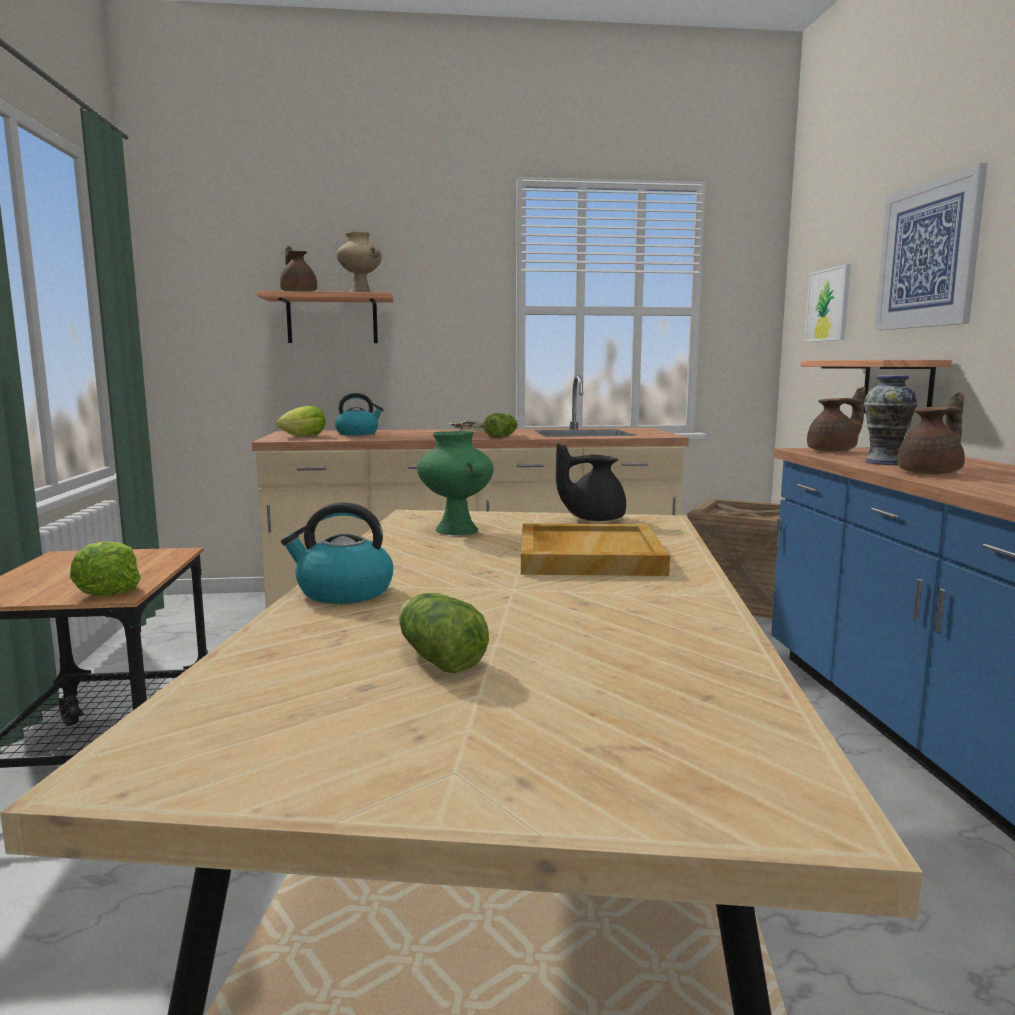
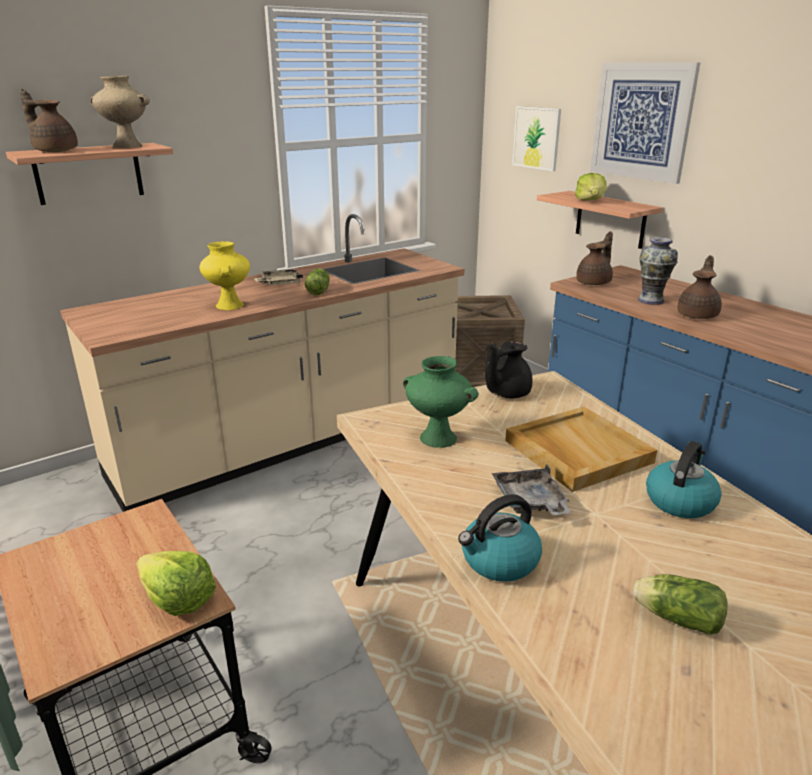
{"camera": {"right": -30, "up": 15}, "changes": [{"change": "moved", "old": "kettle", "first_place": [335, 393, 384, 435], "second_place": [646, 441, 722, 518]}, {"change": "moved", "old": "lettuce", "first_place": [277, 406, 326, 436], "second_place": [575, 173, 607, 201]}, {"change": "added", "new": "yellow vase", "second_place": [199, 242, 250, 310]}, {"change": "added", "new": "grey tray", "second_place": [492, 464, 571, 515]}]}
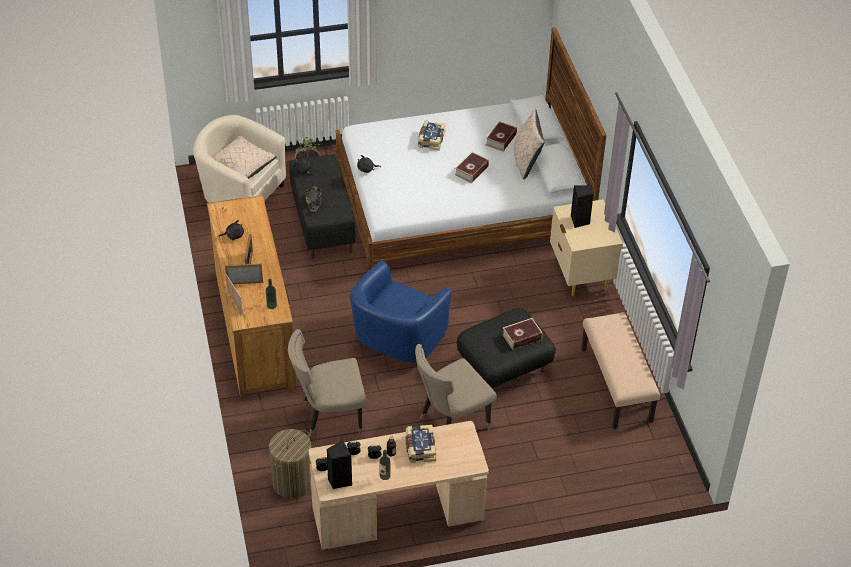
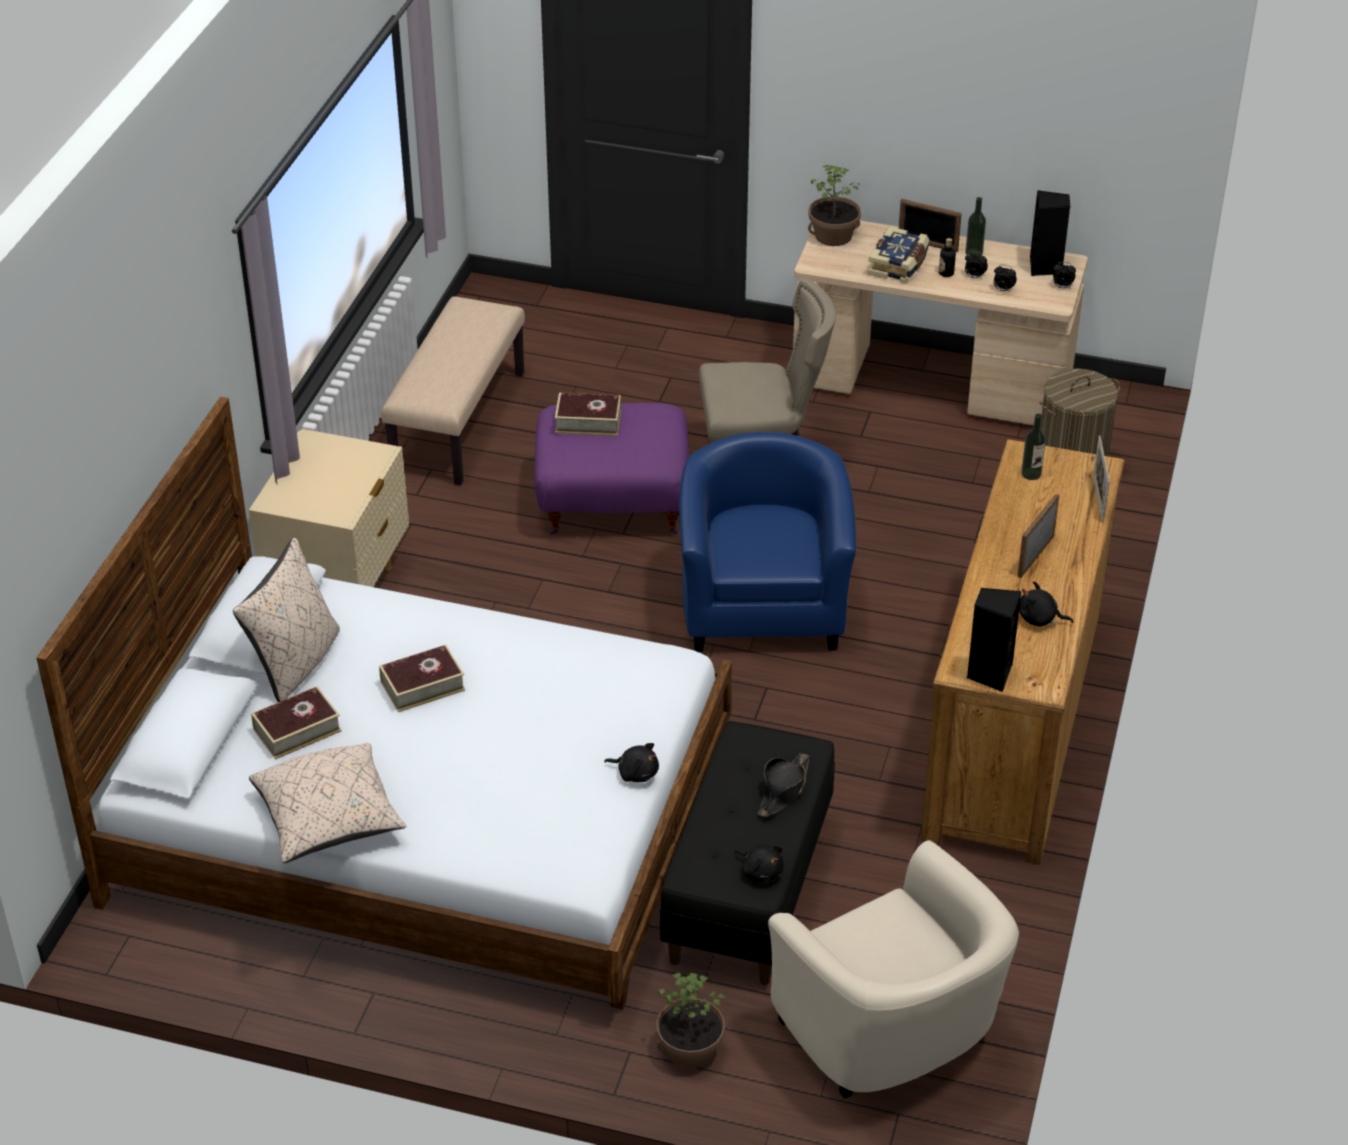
{"camera": {"right": -150, "up": -5}, "changes": [{"change": "removed", "old": "book", "first_place": [418, 121, 446, 151]}, {"change": "moved", "old": "beige pillow", "first_place": [210, 135, 277, 179], "second_place": [249, 743, 406, 863]}, {"change": "moved", "old": "black speaker", "first_place": [571, 185, 594, 228], "second_place": [967, 588, 1021, 692]}, {"change": "turned", "old": "blue armchair", "first_place": [350, 260, 452, 364], "second_place": [679, 432, 856, 652], "degrees": -60}, {"change": "moved", "old": "picture frame", "first_place": [225, 264, 263, 284], "second_place": [899, 199, 962, 252]}, {"change": "recoloured", "old": "black ottoman", "new": "purple ottoman", "first_place": [457, 308, 556, 389], "second_place": [534, 403, 689, 535]}, {"change": "removed", "old": "beige chair", "first_place": [288, 329, 367, 437]}, {"change": "added", "new": "potted plant", "second_place": [808, 165, 861, 246]}]}
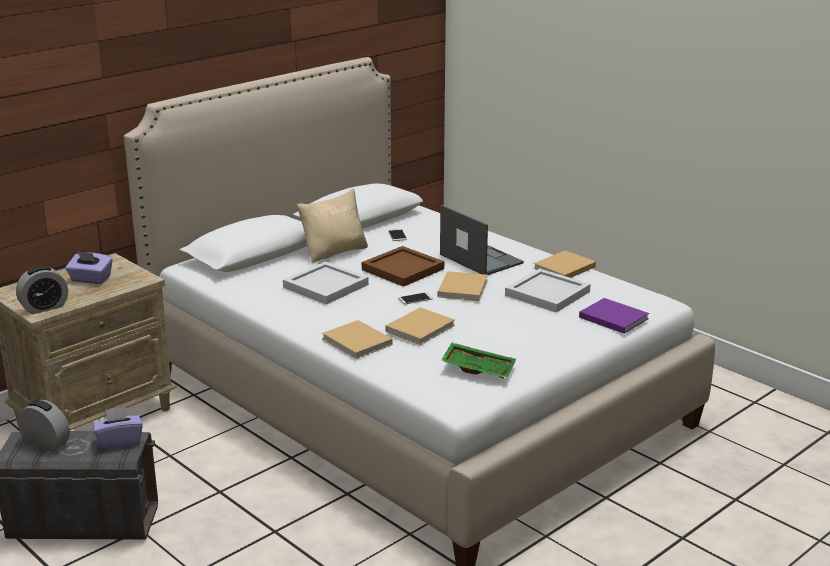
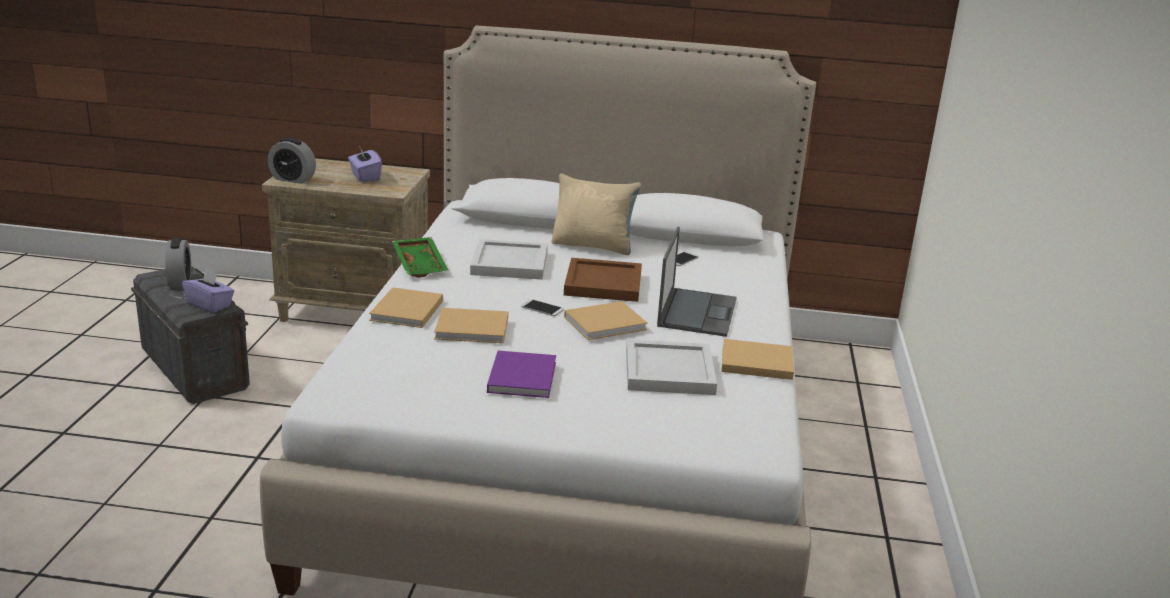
{"camera": {"right": 50, "up": 0}, "changes": [{"change": "moved", "old": "purple book", "first_place": [579, 298, 649, 334], "second_place": [487, 351, 556, 398]}, {"change": "moved", "old": "green tray", "first_place": [441, 342, 516, 378], "second_place": [392, 237, 448, 278]}]}
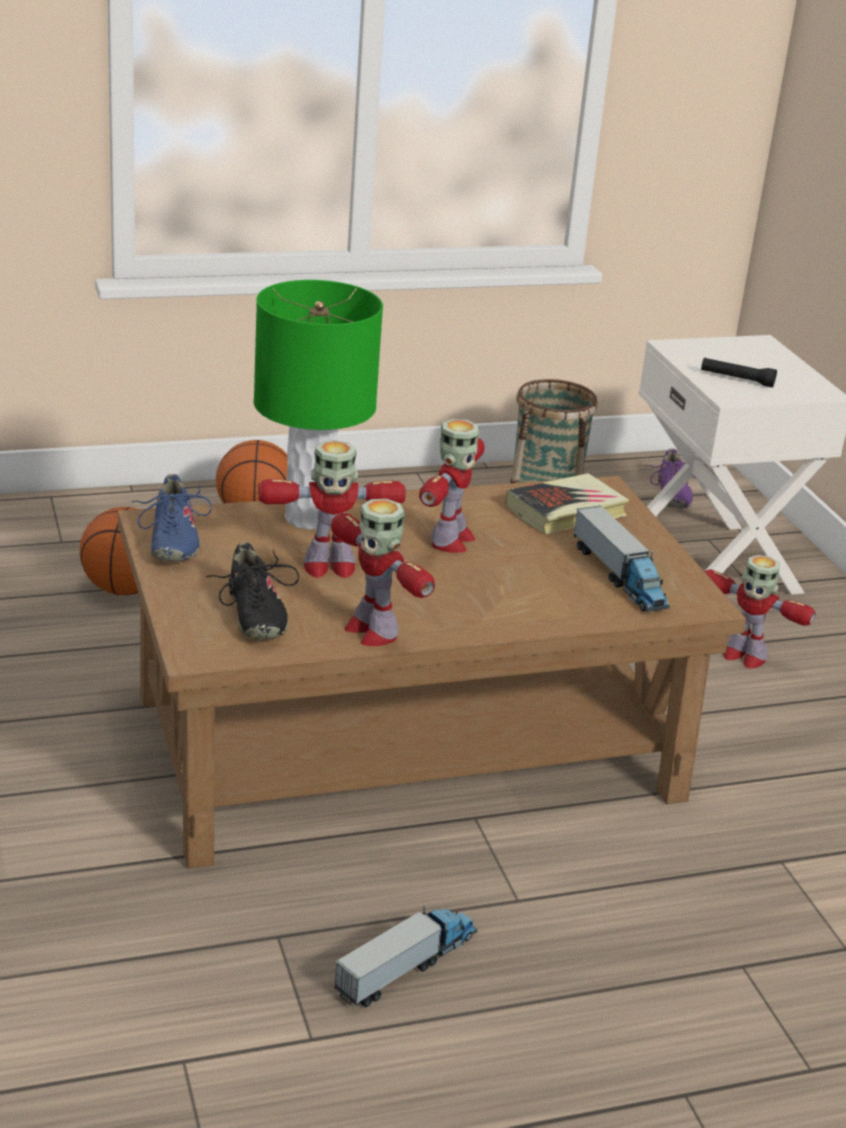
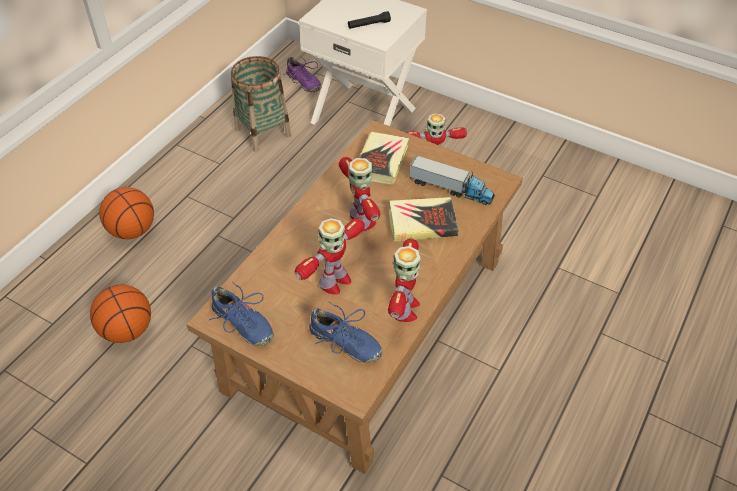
{"camera": {"right": -40, "up": 20}, "changes": [{"change": "removed", "old": "green table lamp", "first_place": [254, 280, 383, 530]}, {"change": "turned", "old": "toy robot", "first_place": [331, 499, 435, 646], "second_place": [388, 238, 421, 322], "degrees": -90}, {"change": "recoloured", "old": "black shoe", "new": "blue shoe", "first_place": [207, 542, 299, 639], "second_place": [309, 302, 383, 363]}, {"change": "removed", "old": "toy truck", "first_place": [334, 906, 478, 1007]}, {"change": "added", "new": "book", "second_place": [389, 197, 459, 242]}]}
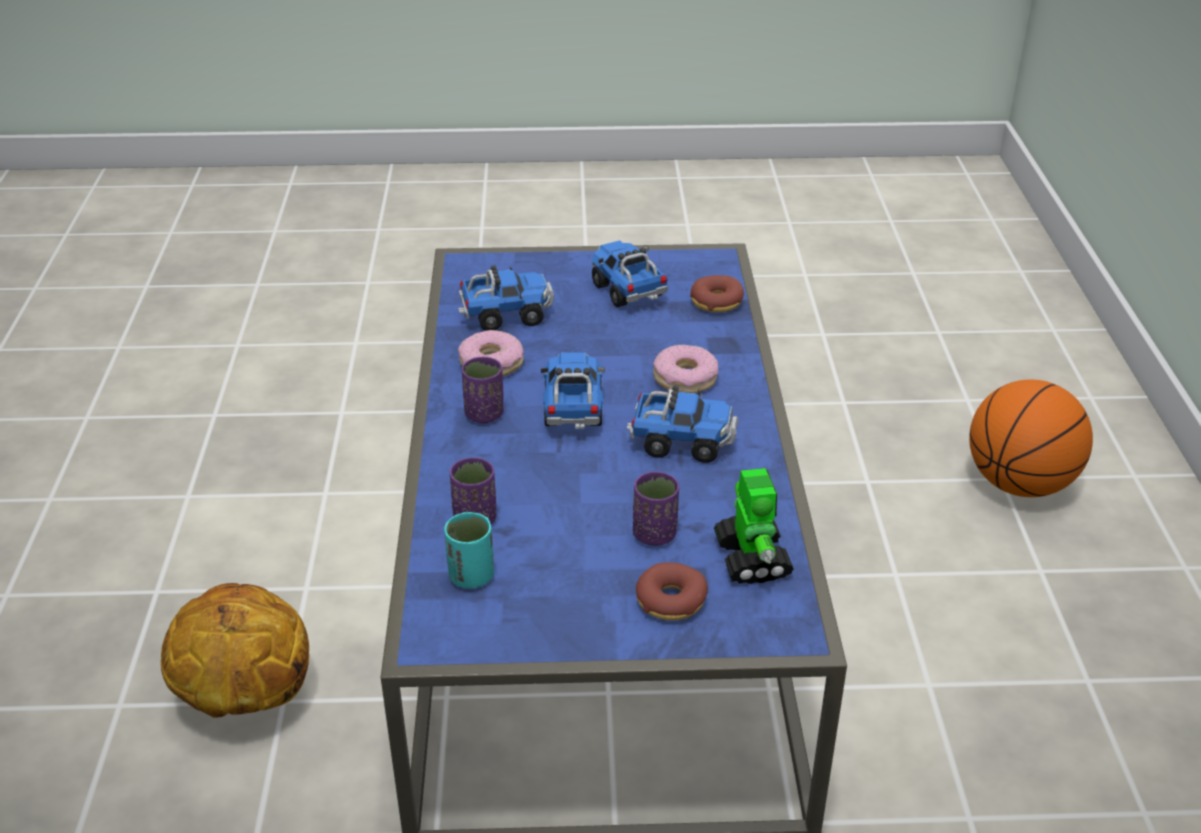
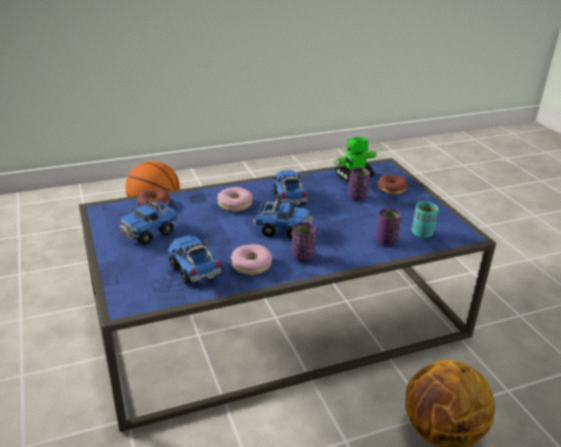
{"camera": {"right": -110, "up": -5}, "changes": [{"change": "turned", "old": "toy truck", "first_place": [541, 352, 605, 429], "second_place": [253, 199, 313, 239], "degrees": -150}]}
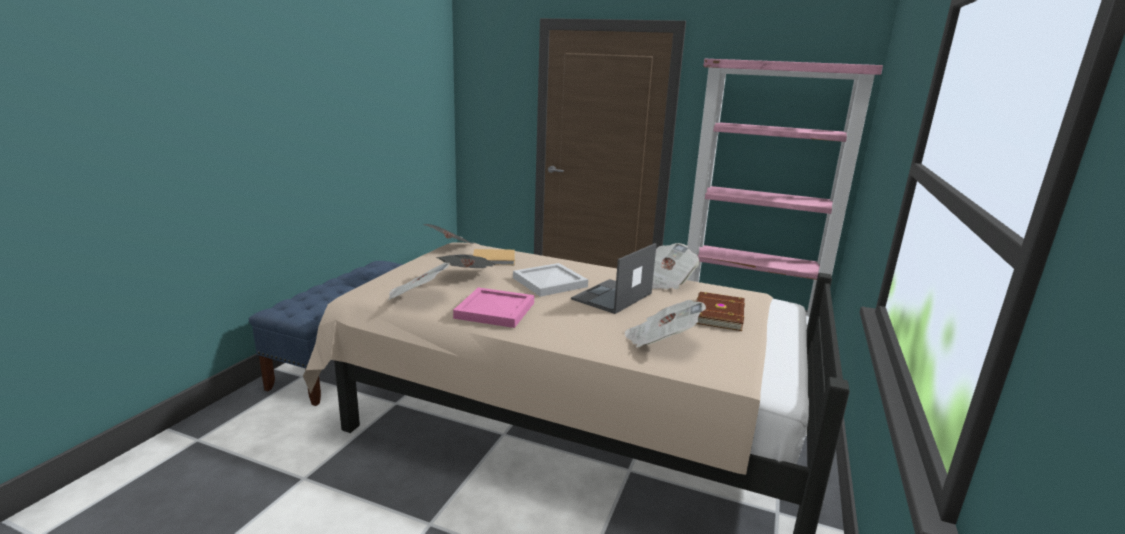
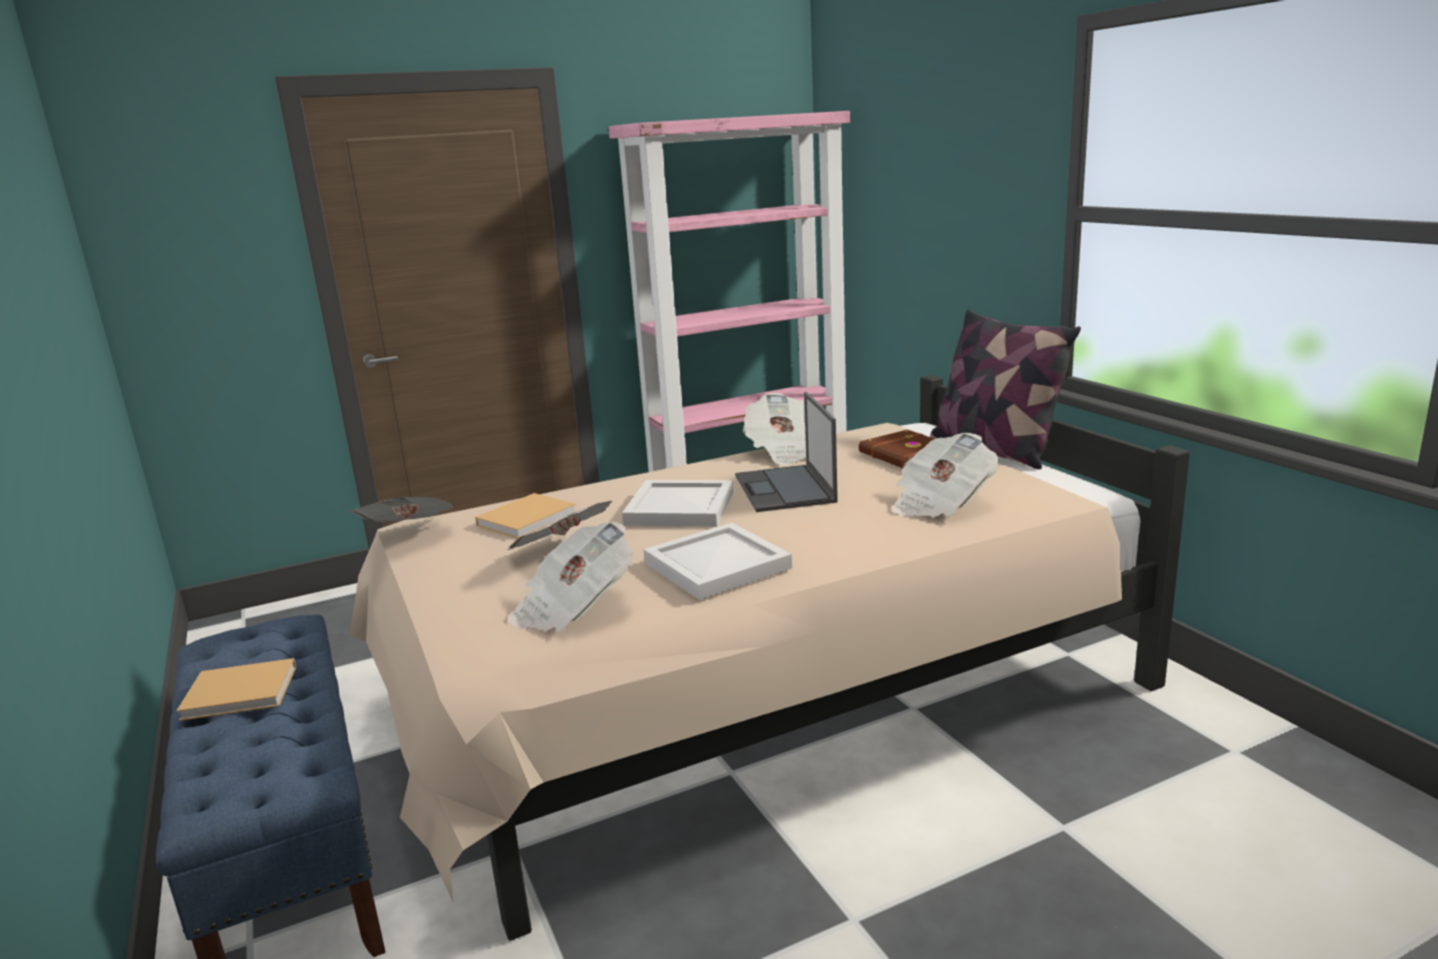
{"camera": {"right": -45, "up": 0}, "changes": [{"change": "recoloured", "old": "pink tray", "new": "white tray", "first_place": [453, 287, 534, 328], "second_place": [644, 523, 792, 600]}, {"change": "added", "new": "pillow", "second_place": [930, 309, 1081, 469]}, {"change": "added", "new": "beige book", "second_place": [176, 658, 296, 721]}]}
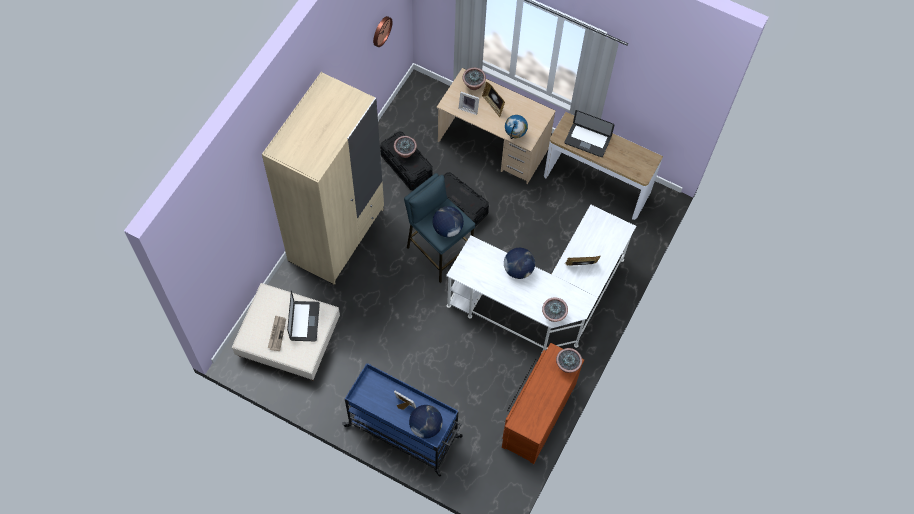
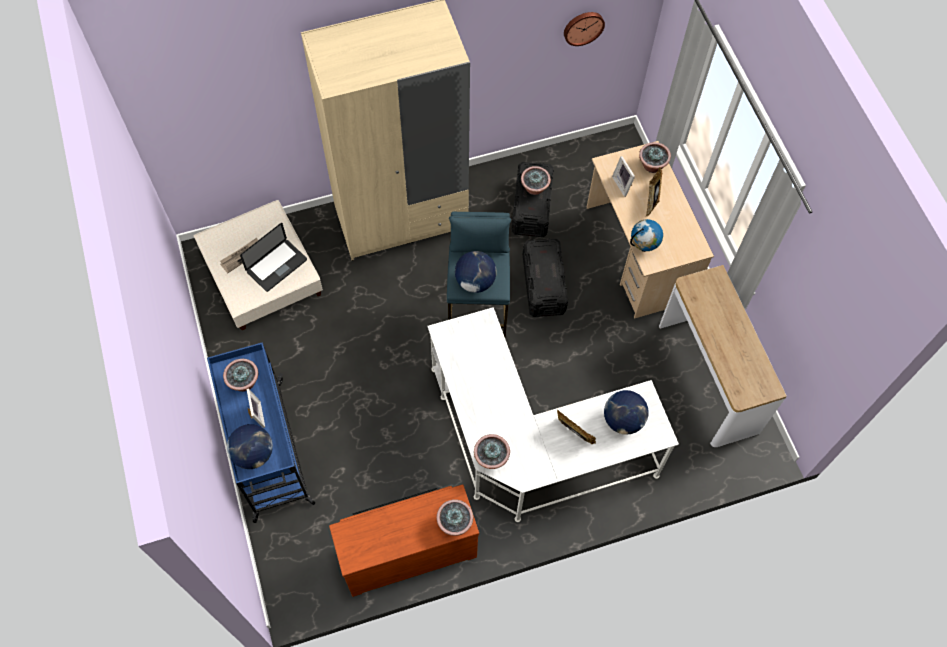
{"camera": {"right": 45, "up": 0}, "changes": [{"change": "removed", "old": "laptop", "first_place": [564, 110, 615, 157]}, {"change": "moved", "old": "globe", "first_place": [504, 248, 535, 279], "second_place": [604, 390, 649, 435]}, {"change": "added", "new": "potted plant", "second_place": [223, 359, 258, 392]}]}
